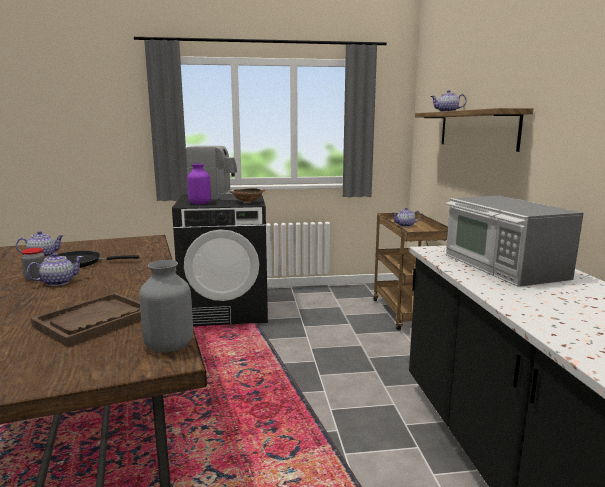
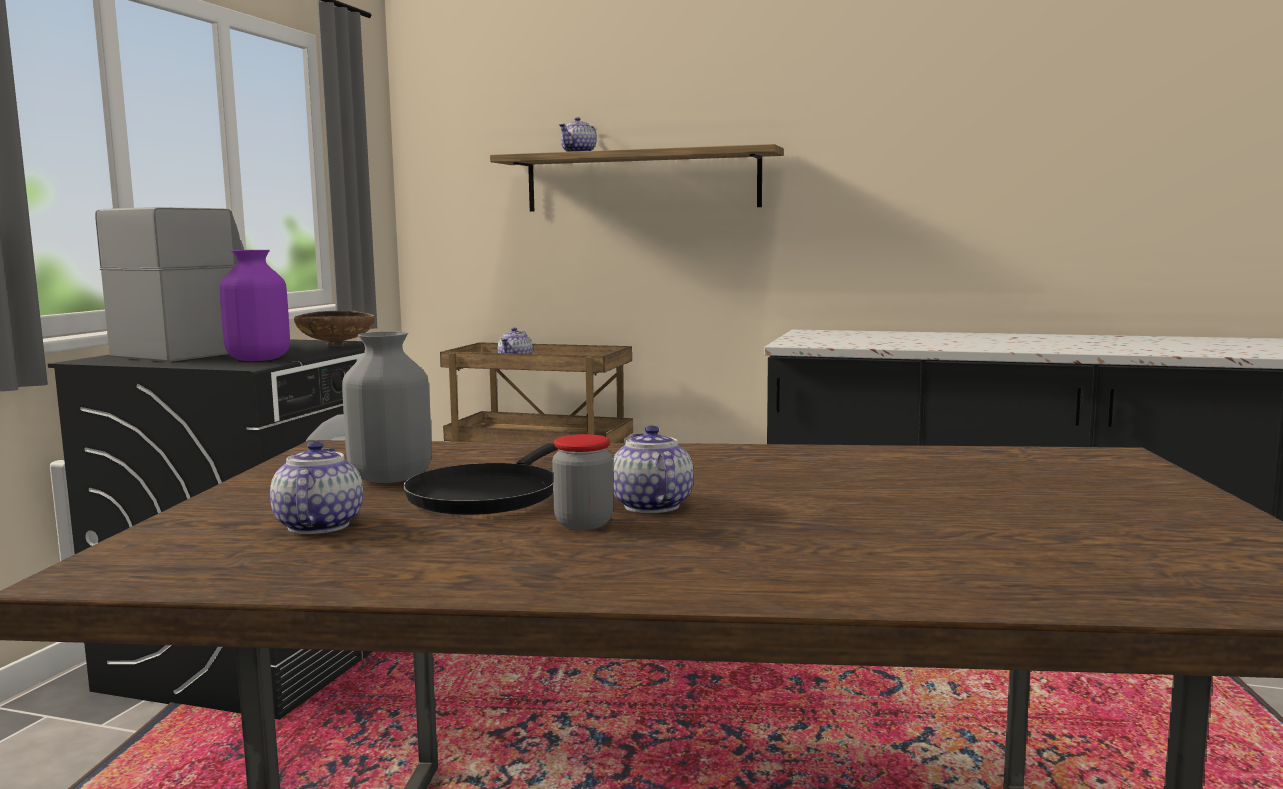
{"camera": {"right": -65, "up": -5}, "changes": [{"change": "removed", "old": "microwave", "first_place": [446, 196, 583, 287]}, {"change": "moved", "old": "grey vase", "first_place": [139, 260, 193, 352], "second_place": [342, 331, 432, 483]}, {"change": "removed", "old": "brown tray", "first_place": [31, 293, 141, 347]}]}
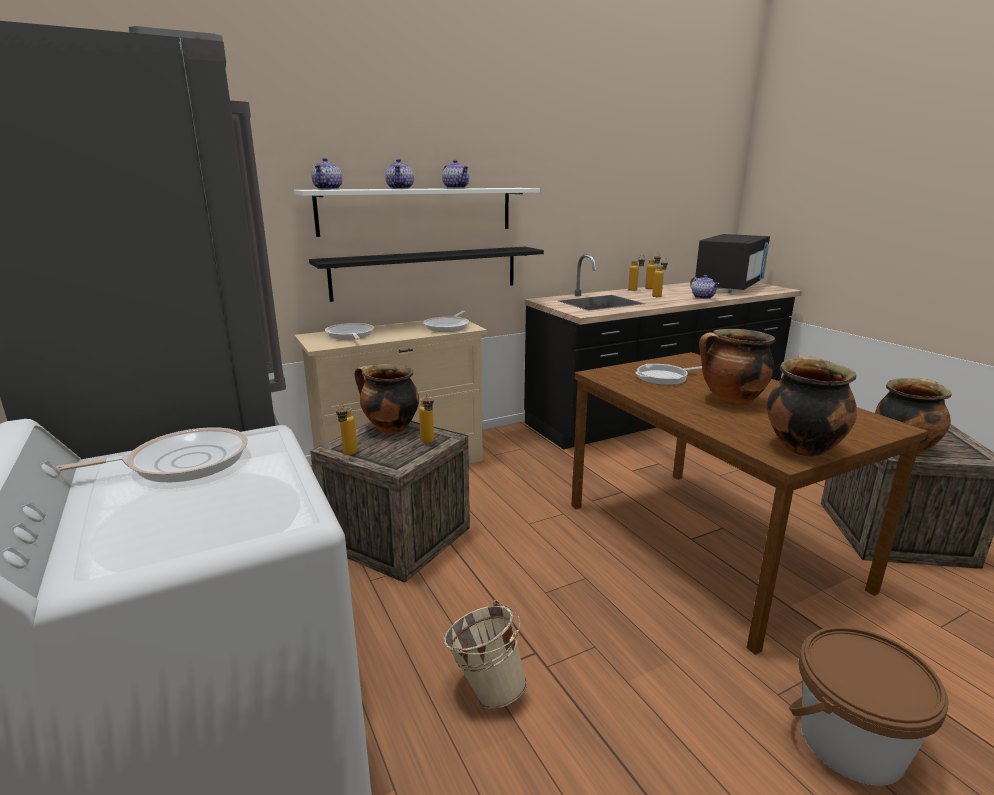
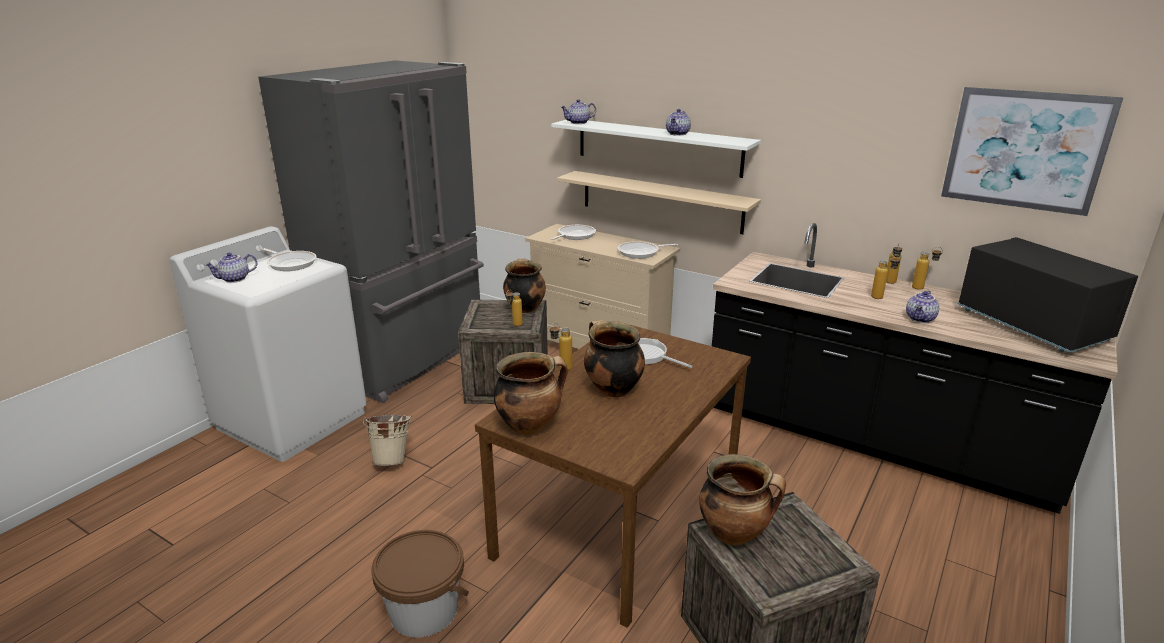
{"camera": {"right": 60, "up": 5}, "changes": [{"change": "moved", "old": "teapot", "first_place": [385, 159, 414, 189], "second_place": [205, 253, 257, 283]}, {"change": "turned", "old": "black microwave", "first_place": [695, 234, 770, 293], "second_place": [958, 237, 1138, 353], "degrees": -120}, {"change": "recoloured", "old": "black shelf", "new": "beige shelf", "first_place": [309, 247, 544, 302], "second_place": [557, 171, 761, 234]}, {"change": "moved", "old": "bottle", "first_place": [336, 403, 357, 455], "second_place": [549, 323, 572, 370]}, {"change": "added", "new": "picture", "second_place": [941, 87, 1123, 216]}]}
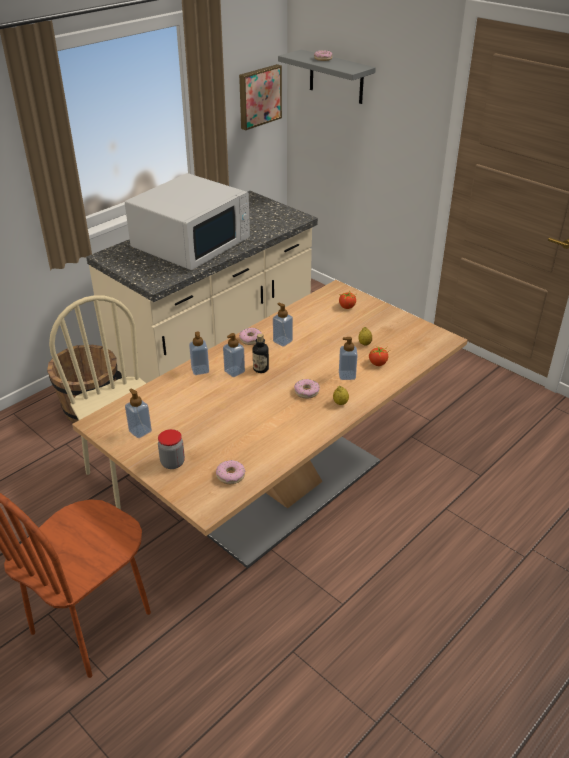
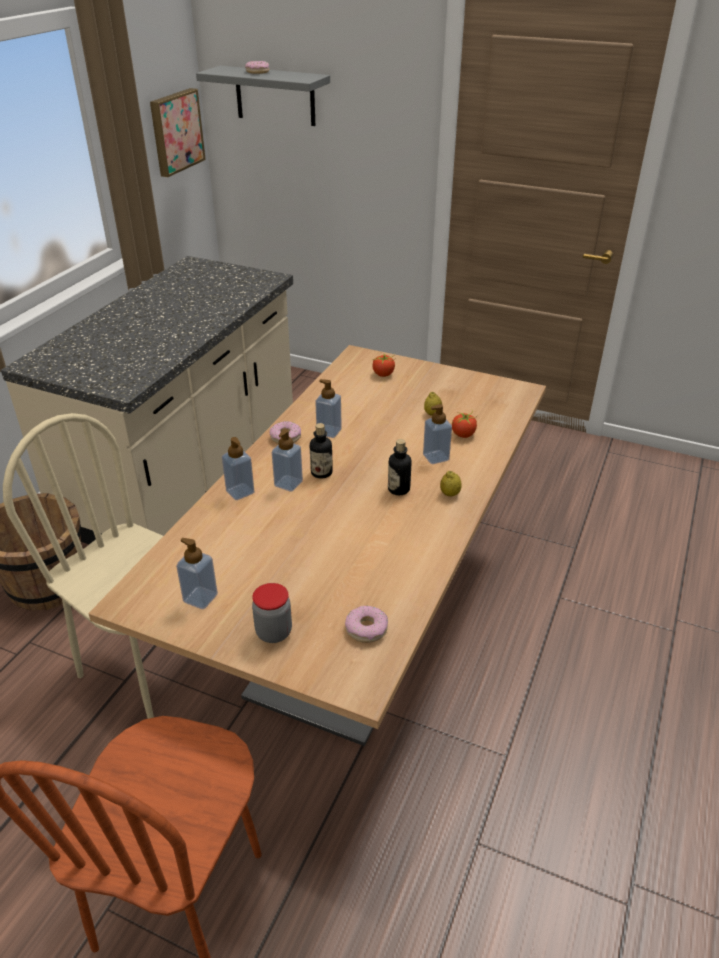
{"camera": {"right": -20, "up": 0}, "changes": [{"change": "removed", "old": "white microwave", "first_place": [125, 173, 250, 270]}, {"change": "replaced", "old": "donut", "new": "bottle", "first_place": [294, 379, 320, 399], "second_place": [388, 439, 412, 495]}]}
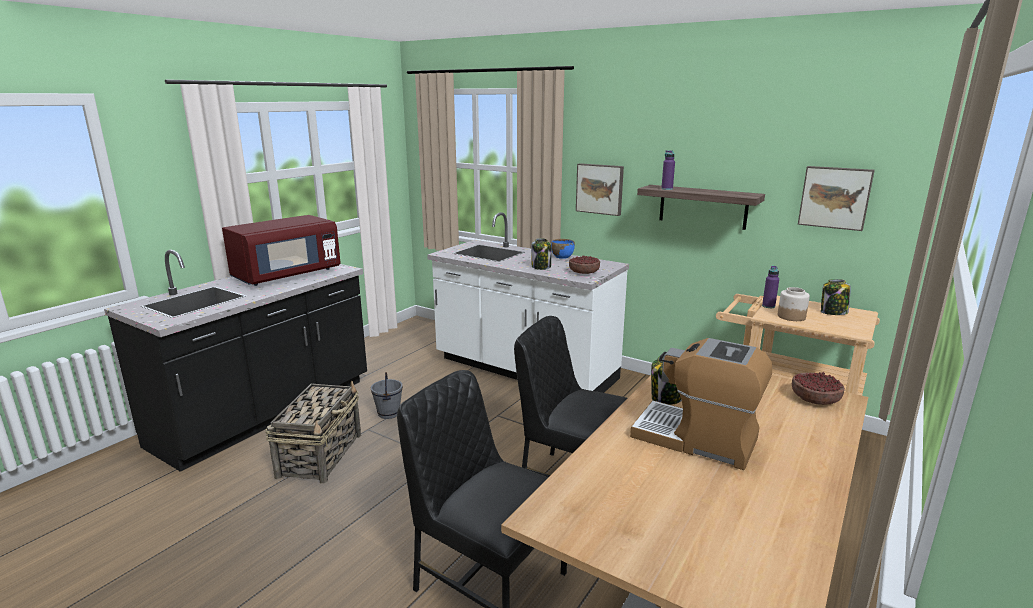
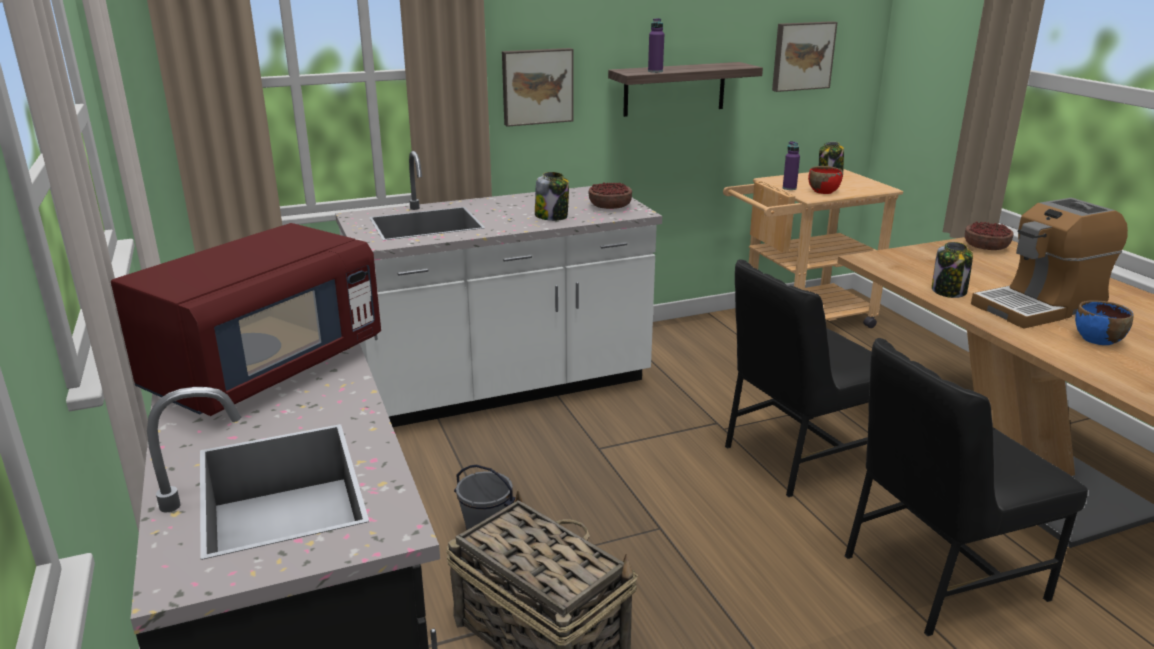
{"camera": {"right": -55, "up": 5}, "changes": [{"change": "turned", "old": "red microwave", "first_place": [222, 215, 341, 286], "second_place": [111, 223, 381, 416], "degrees": 45}, {"change": "moved", "old": "blue bowl", "first_place": [551, 239, 575, 259], "second_place": [1075, 300, 1133, 345]}, {"change": "replaced", "old": "jar", "new": "red bowl", "first_place": [777, 287, 810, 321], "second_place": [808, 166, 843, 194]}]}
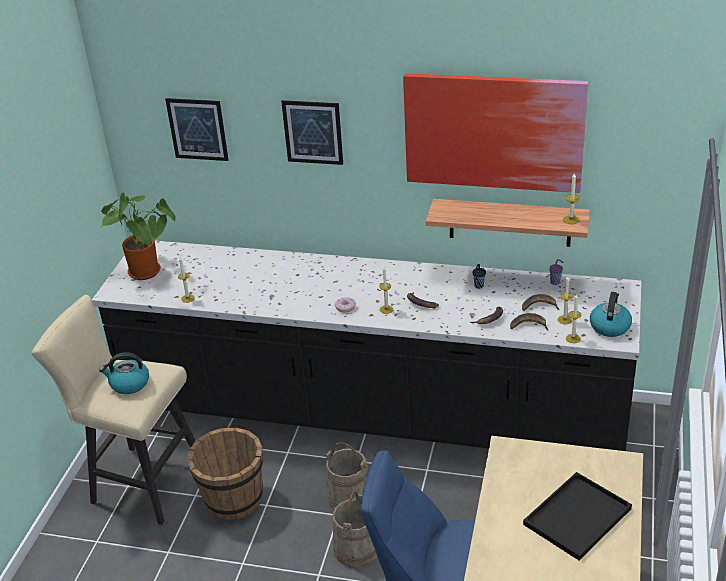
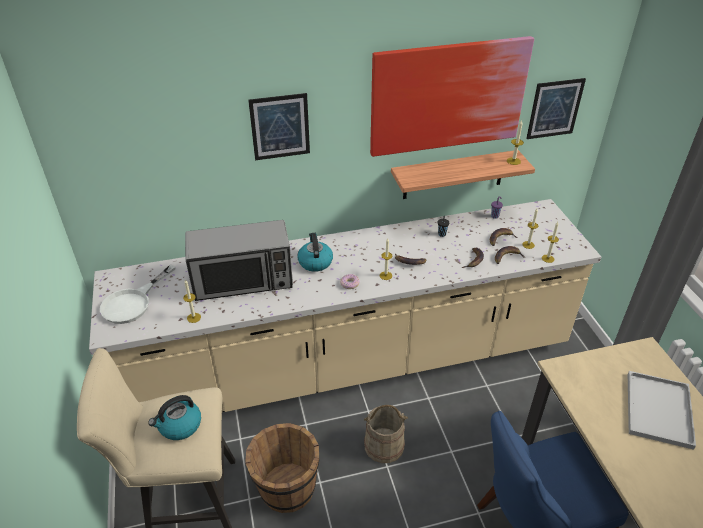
{"camera": {"right": -30, "up": 5}, "changes": [{"change": "moved", "old": "picture", "first_place": [165, 98, 229, 161], "second_place": [526, 78, 586, 139]}, {"change": "replaced", "old": "potted plant", "new": "white frying pan", "first_place": [100, 192, 176, 280], "second_place": [100, 265, 176, 324]}, {"change": "recoloured", "old": "black counter", "new": "beige counter", "first_place": [92, 241, 642, 451], "second_place": [89, 199, 601, 412]}, {"change": "moved", "old": "kettle", "first_place": [590, 292, 632, 337], "second_place": [297, 233, 333, 272]}, {"change": "recoloured", "old": "black tray", "new": "white tray", "first_place": [523, 472, 632, 560], "second_place": [628, 371, 696, 450]}, {"change": "removed", "old": "beige bucket", "first_place": [332, 490, 377, 567]}, {"change": "added", "new": "microwave", "second_place": [185, 220, 293, 301]}]}
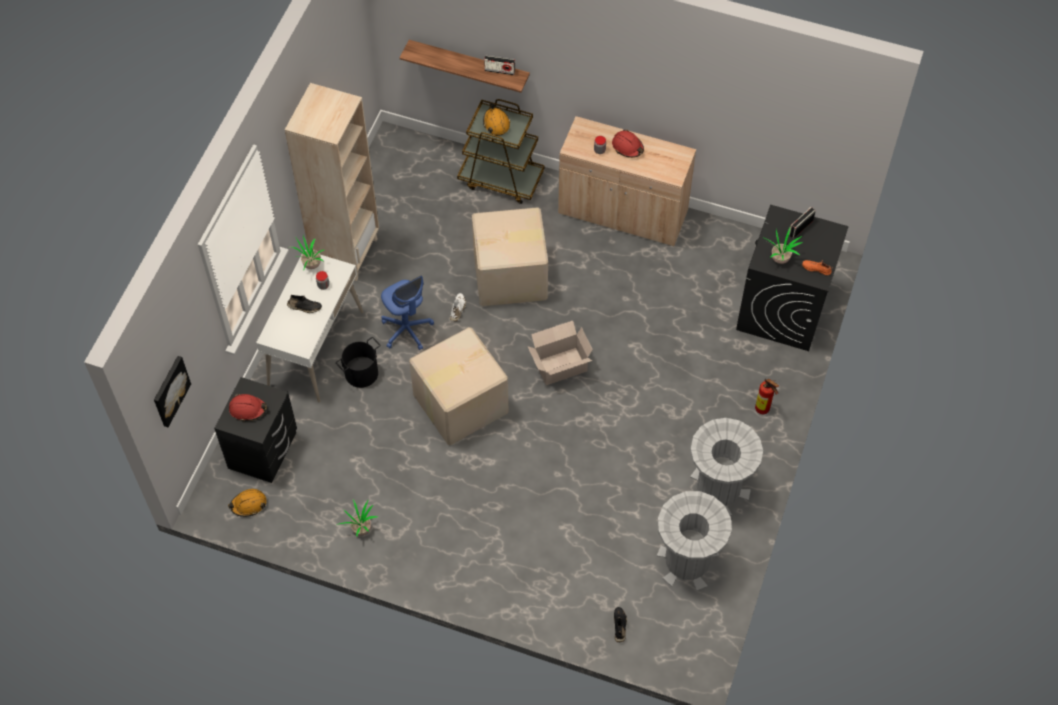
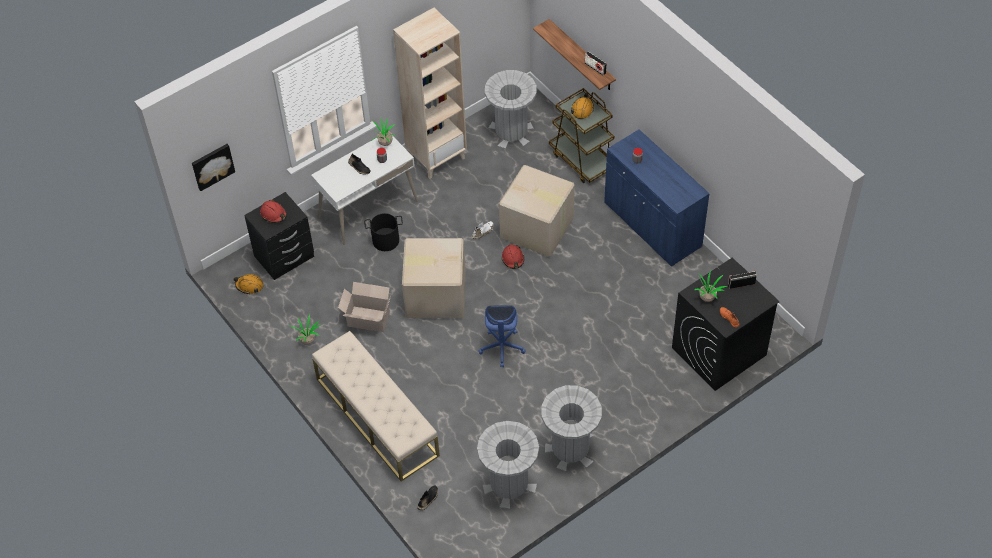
{"camera": {"right": 35, "up": -5}, "changes": [{"change": "recoloured", "old": "beige cabinet", "new": "blue cabinet", "first_place": [558, 116, 696, 246], "second_place": [604, 129, 710, 266]}, {"change": "moved", "old": "red hard hat", "first_place": [612, 130, 644, 158], "second_place": [501, 245, 524, 269]}, {"change": "moved", "old": "blue office chair", "first_place": [381, 275, 434, 350], "second_place": [479, 305, 526, 367]}, {"change": "moved", "old": "cardboard box", "first_place": [528, 321, 593, 385], "second_place": [338, 282, 391, 332]}, {"change": "removed", "old": "fire extinguisher", "first_place": [755, 379, 779, 414]}, {"change": "added", "new": "grey trash can", "second_place": [485, 70, 537, 149]}, {"change": "added", "new": "beige bench", "second_place": [312, 331, 440, 481]}]}
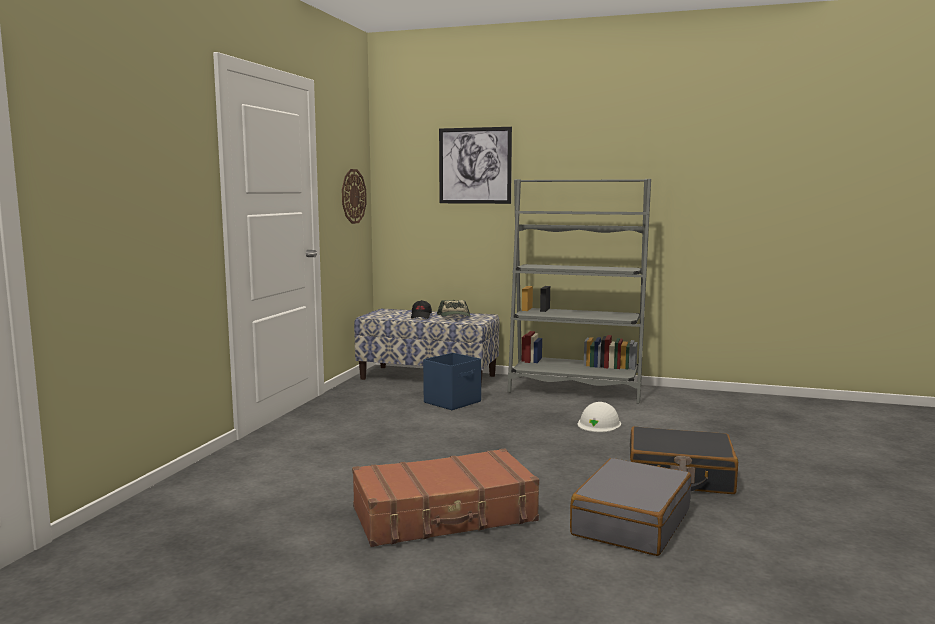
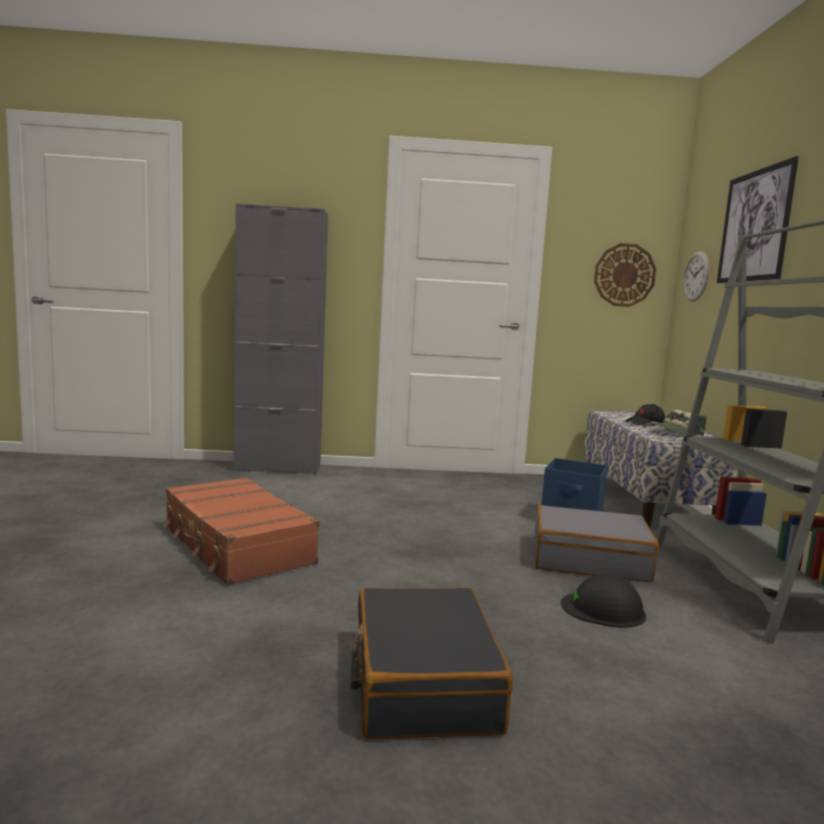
{"camera": {"right": 70, "up": 0}, "changes": [{"change": "recoloured", "old": "white hard hat", "new": "black hard hat", "first_place": [578, 402, 621, 432], "second_place": [561, 574, 646, 628]}, {"change": "moved", "old": "grey suitcase", "first_place": [570, 458, 691, 556], "second_place": [534, 505, 659, 582]}, {"change": "added", "new": "grey cabinet", "second_place": [234, 203, 328, 475]}, {"change": "added", "new": "wall clock", "second_place": [683, 251, 709, 301]}]}
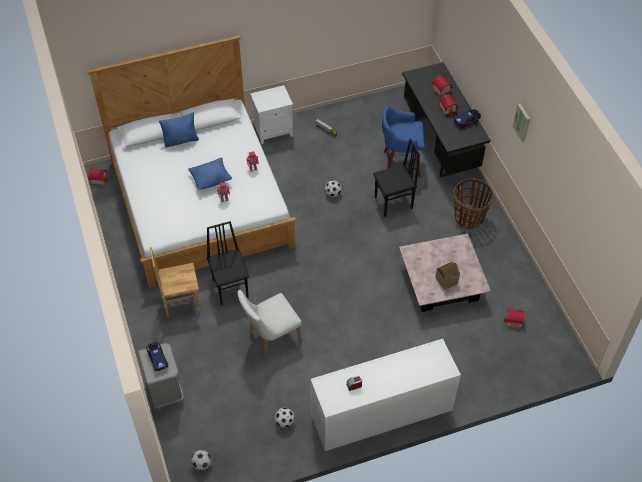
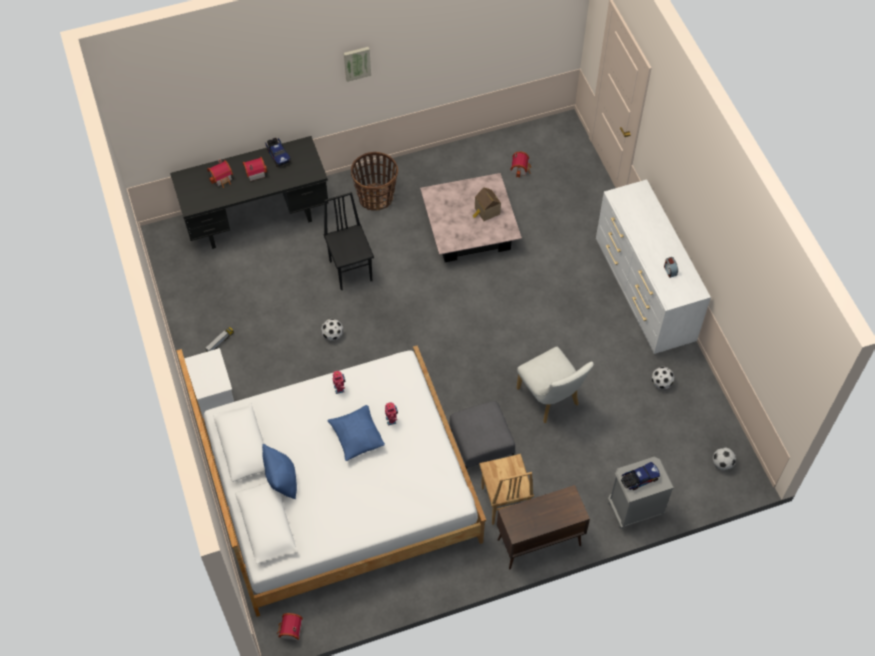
{"camera": {"right": -90, "up": 5}, "changes": [{"change": "removed", "old": "blue stool", "first_place": [382, 105, 425, 177]}, {"change": "replaced", "old": "black chair", "new": "grey ottoman", "first_place": [207, 221, 249, 305], "second_place": [450, 401, 515, 469]}, {"change": "added", "new": "brown cabinet", "second_place": [497, 485, 590, 569]}]}
